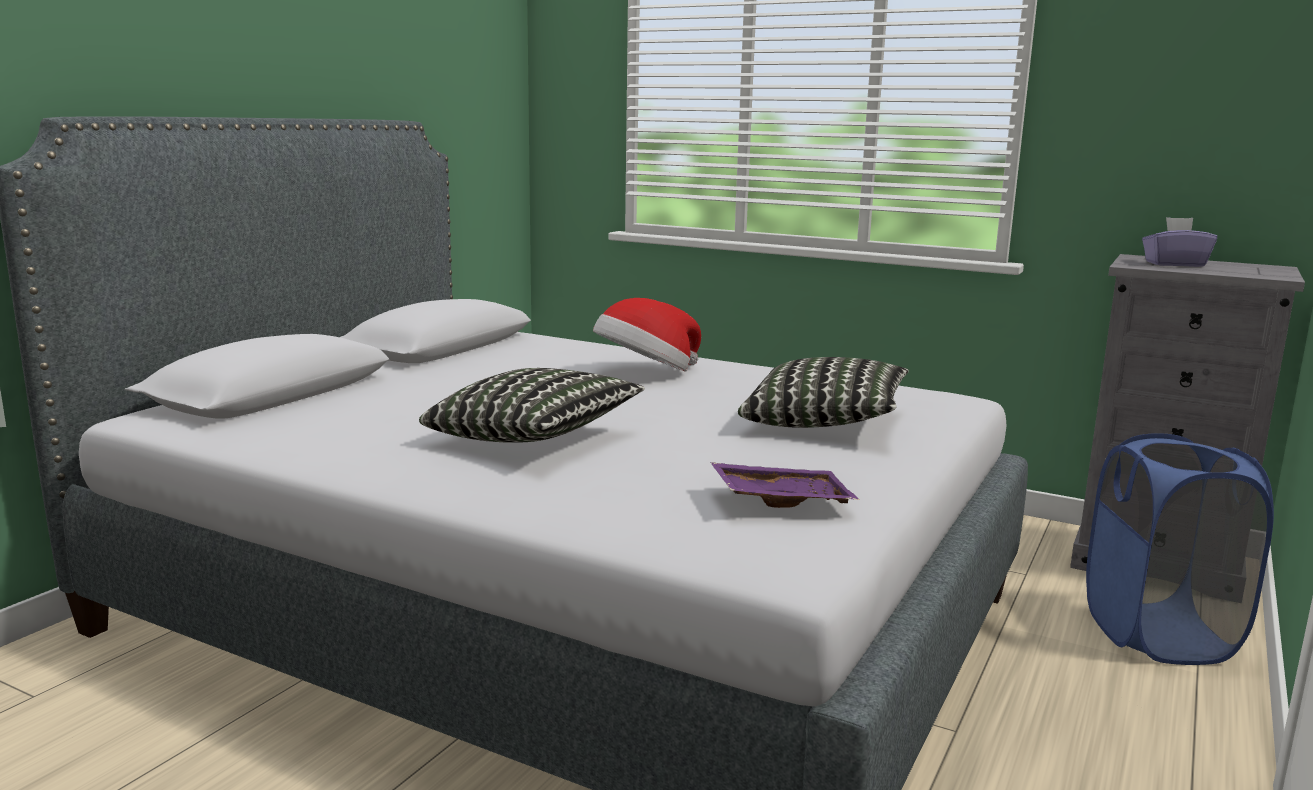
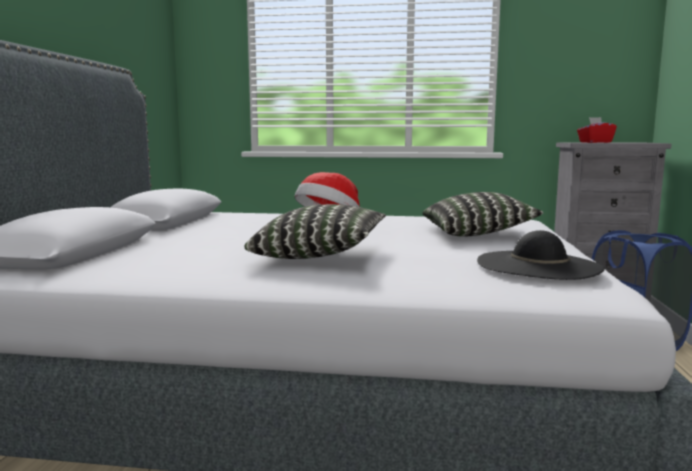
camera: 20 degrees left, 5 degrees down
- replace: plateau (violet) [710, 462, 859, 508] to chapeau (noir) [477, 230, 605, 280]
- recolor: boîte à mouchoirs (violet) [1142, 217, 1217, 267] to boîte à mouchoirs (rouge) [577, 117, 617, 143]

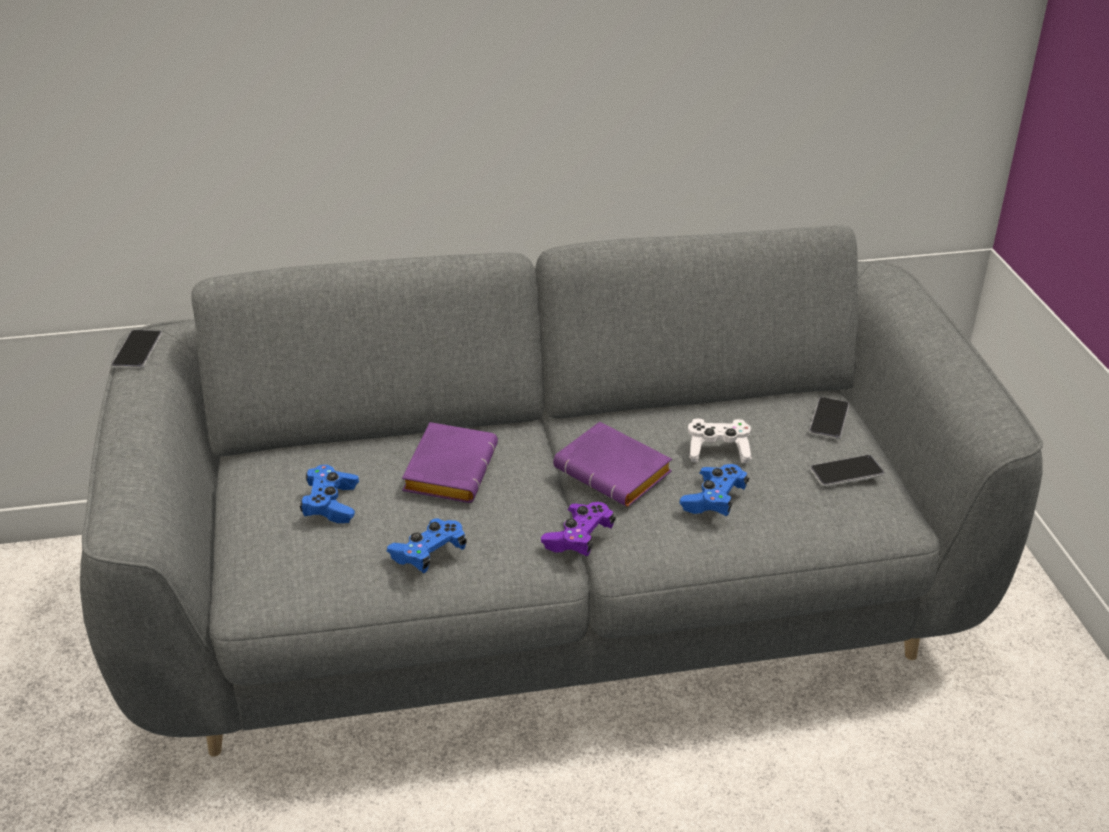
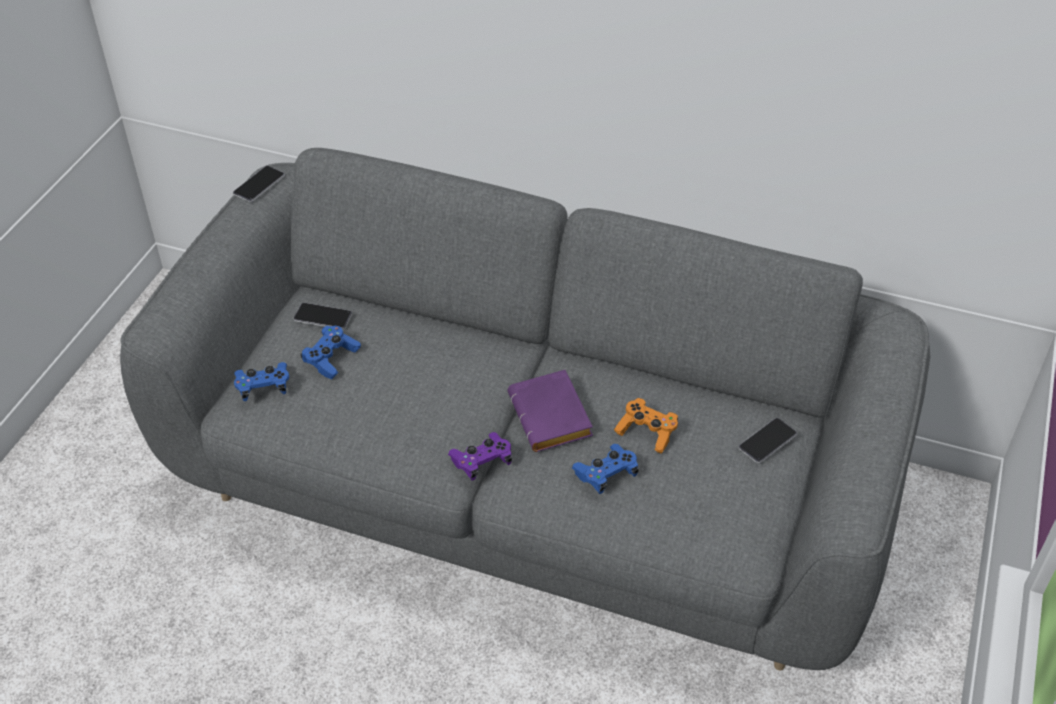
camera: 30 degrees right, 10 degrees up
- move: manette (bleu) [387, 518, 467, 573] to [234, 362, 289, 401]
- delete: livre (violet) [402, 422, 498, 503]
- recolor: manette (blanc) [688, 419, 752, 463] to manette (orange) [614, 398, 678, 454]
- move: téléphone [810, 455, 884, 487] to [293, 303, 352, 330]

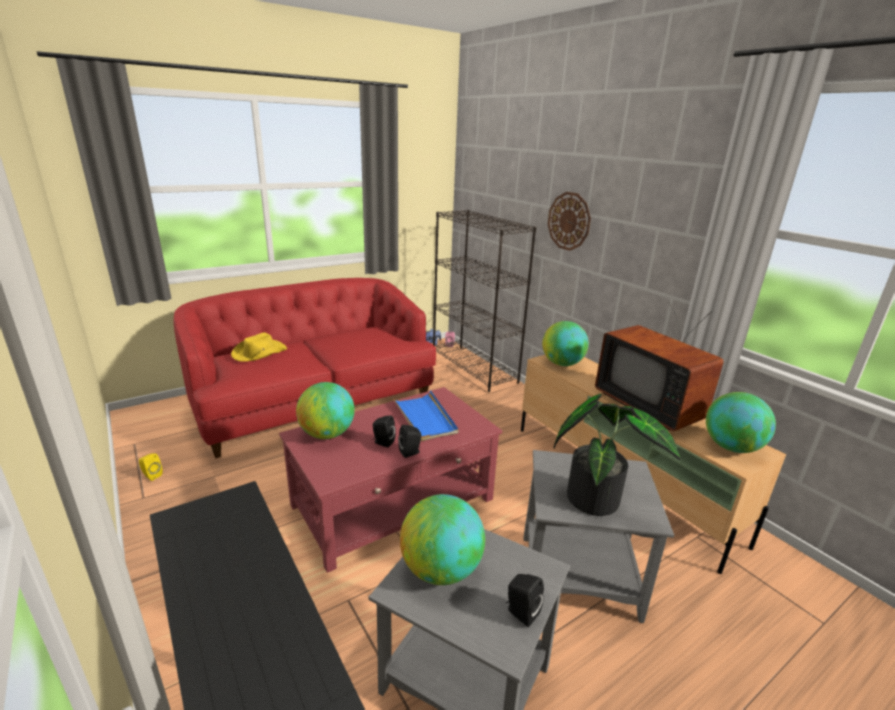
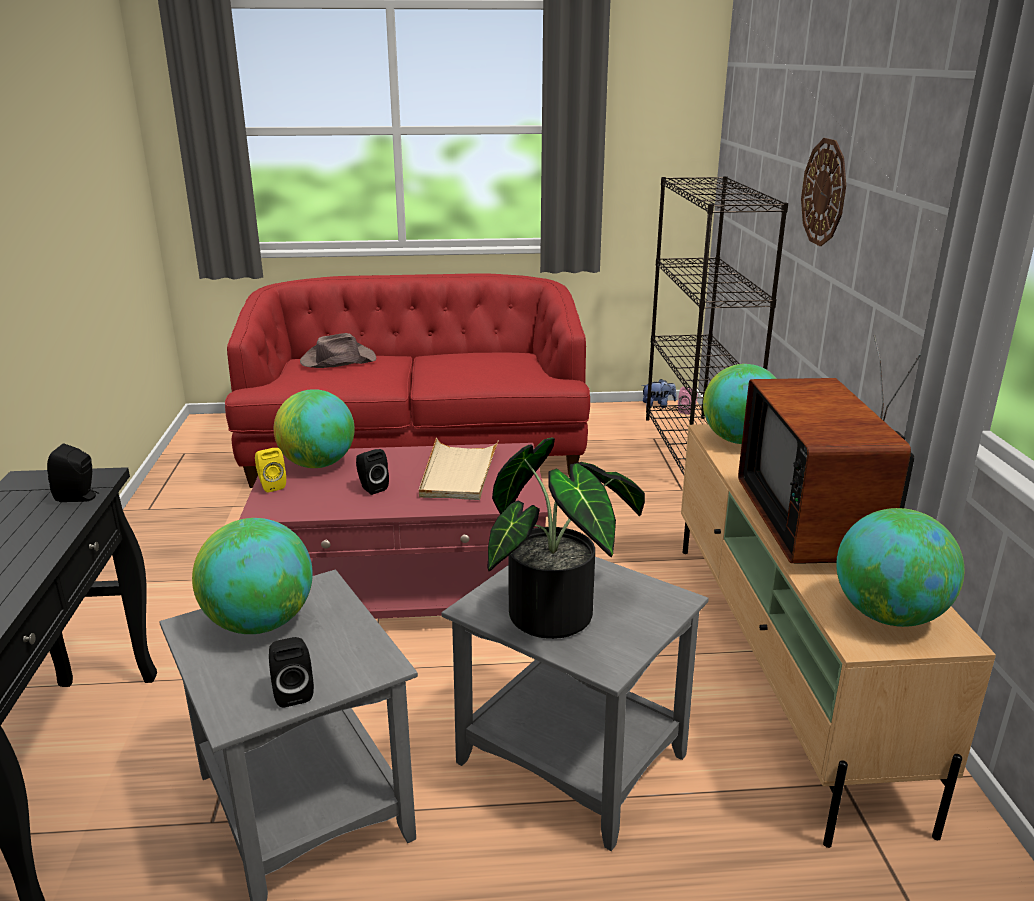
camera: 30 degrees right, 0 degrees up
- move: enceinte (jaune) [139, 454, 163, 481] to [255, 448, 286, 493]
- recolor: chapeau (jaune) [231, 332, 287, 362] to chapeau (marron) [300, 333, 376, 368]
- recolor: plateau (bleu) [392, 391, 458, 441] to plateau (beige) [419, 438, 499, 500]
- move: enceinte (noir) [398, 425, 421, 458] to [47, 443, 99, 502]

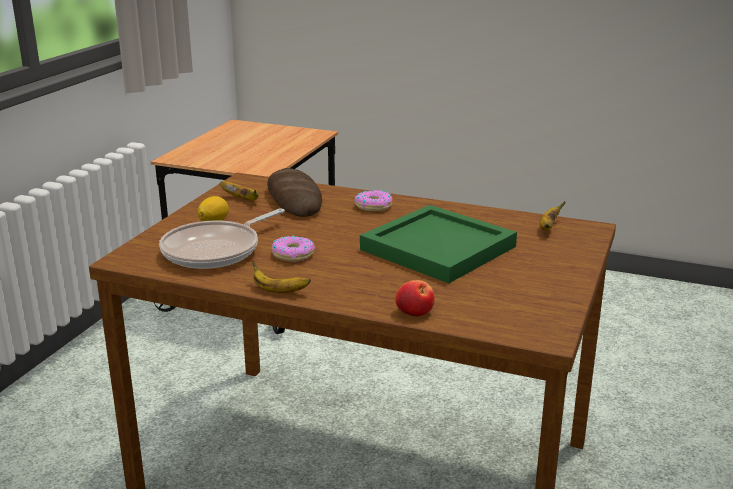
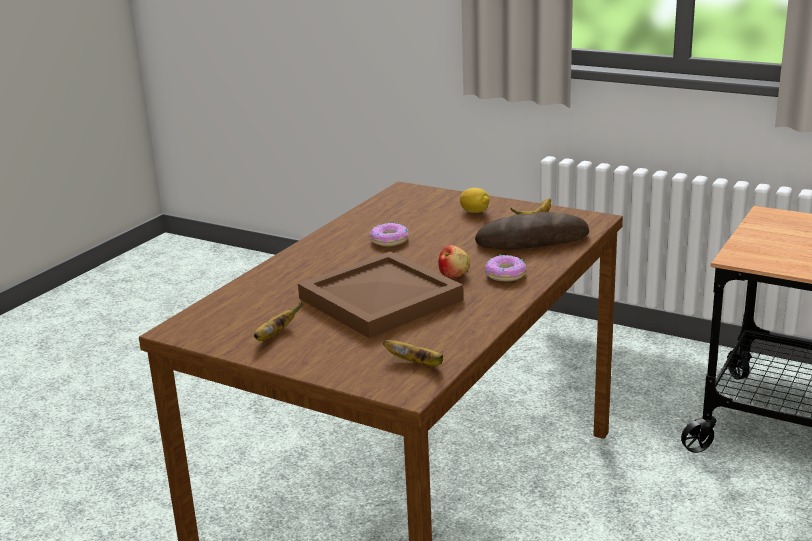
camera: 100 degrees right, 0 degrees up
- delete: poêle [159, 208, 285, 269]
- move: banane [252, 261, 311, 293] to [254, 303, 303, 341]
- recolor: plateau (vert) [360, 205, 517, 283] to plateau (marron) [298, 251, 464, 338]
- move: pomme [395, 280, 434, 316] to [438, 245, 470, 278]

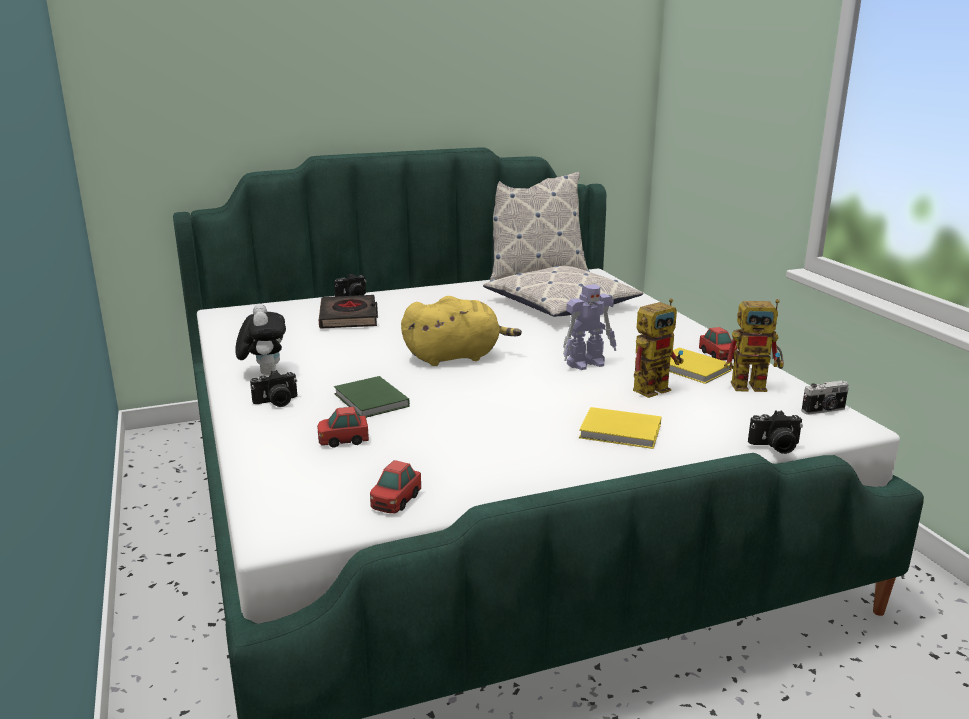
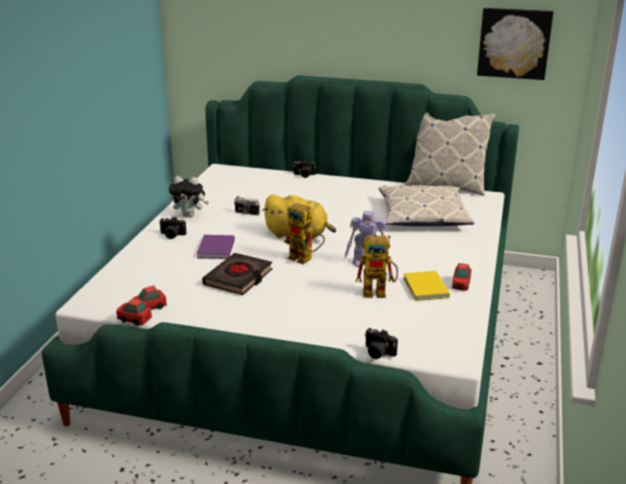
camera: 35 degrees right, 5 degrees up
- rotate: peluche [235, 304, 286, 375] = [169, 176, 209, 217] 75 degrees clockwise
- move: petite voiture [317, 407, 369, 448] to [116, 298, 152, 326]
- move: livre (noir) [319, 295, 378, 329] to [202, 253, 273, 295]
- recolor: livre (vert) [334, 376, 410, 418] to livre (violet) [196, 235, 235, 259]
- delete: livre (jaune) [579, 407, 661, 449]
- move: robot jouet [724, 299, 784, 392] to [284, 203, 325, 264]
- move: appareil photo [801, 380, 849, 415] to [234, 196, 260, 216]
- insert: tableau [477, 8, 553, 80]

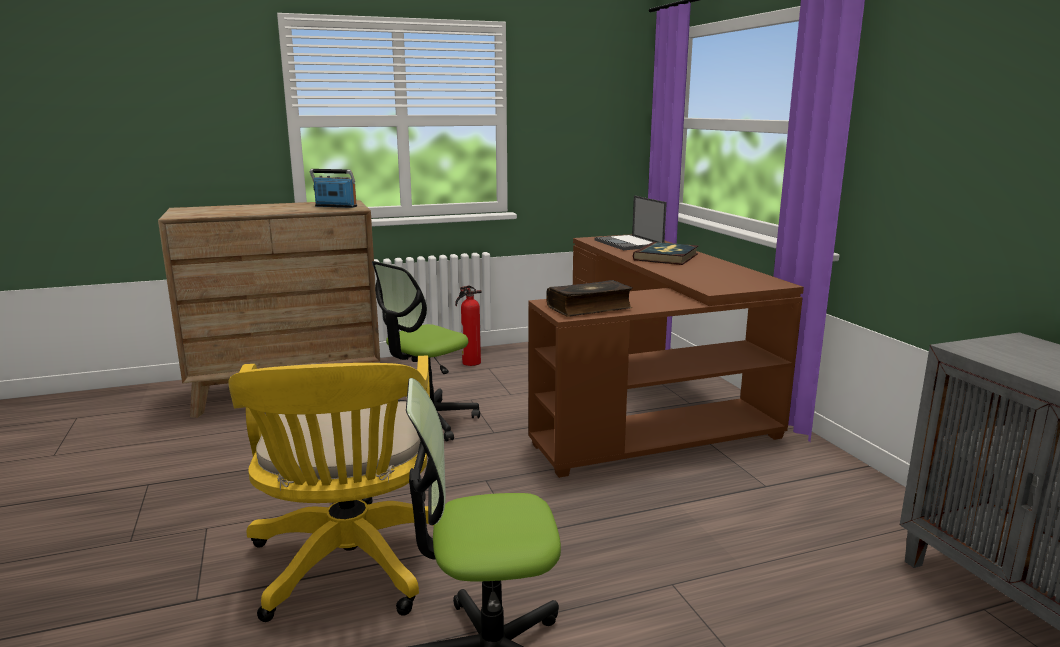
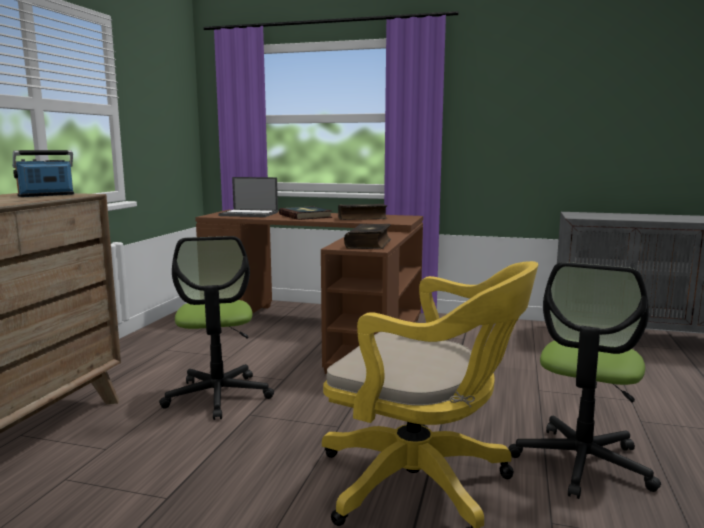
camera: 55 degrees left, 5 degrees down
- delete: extincteur [455, 285, 482, 366]
- insert: livre [338, 204, 387, 220]

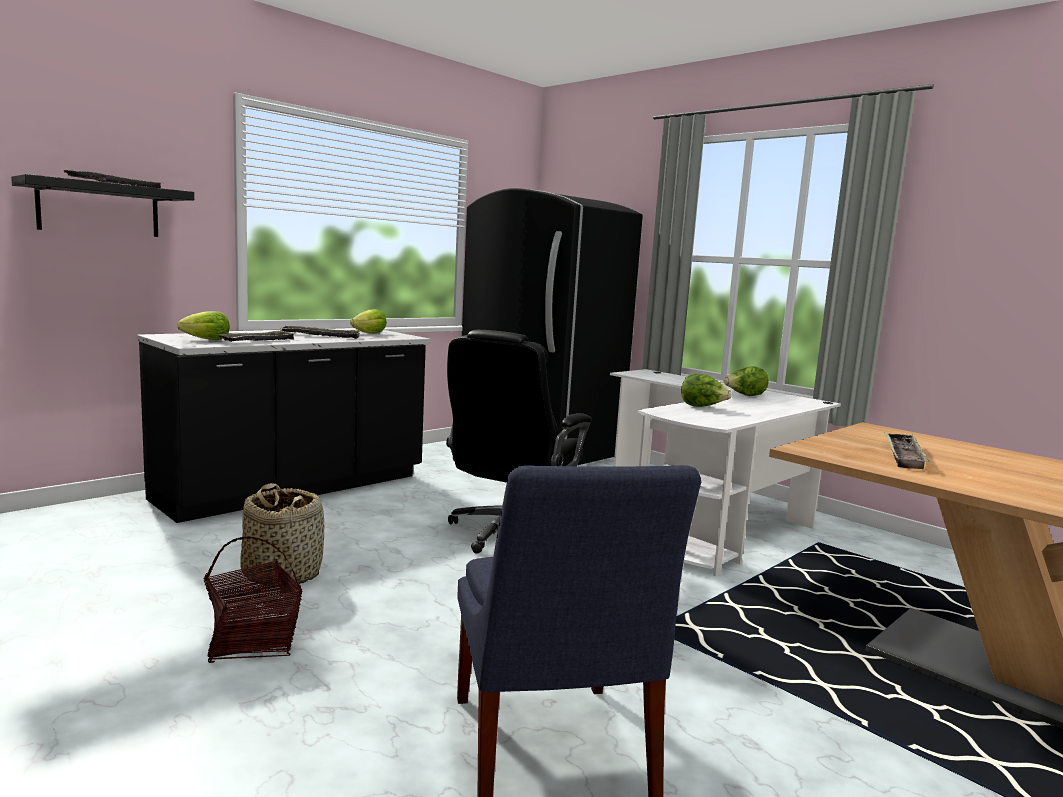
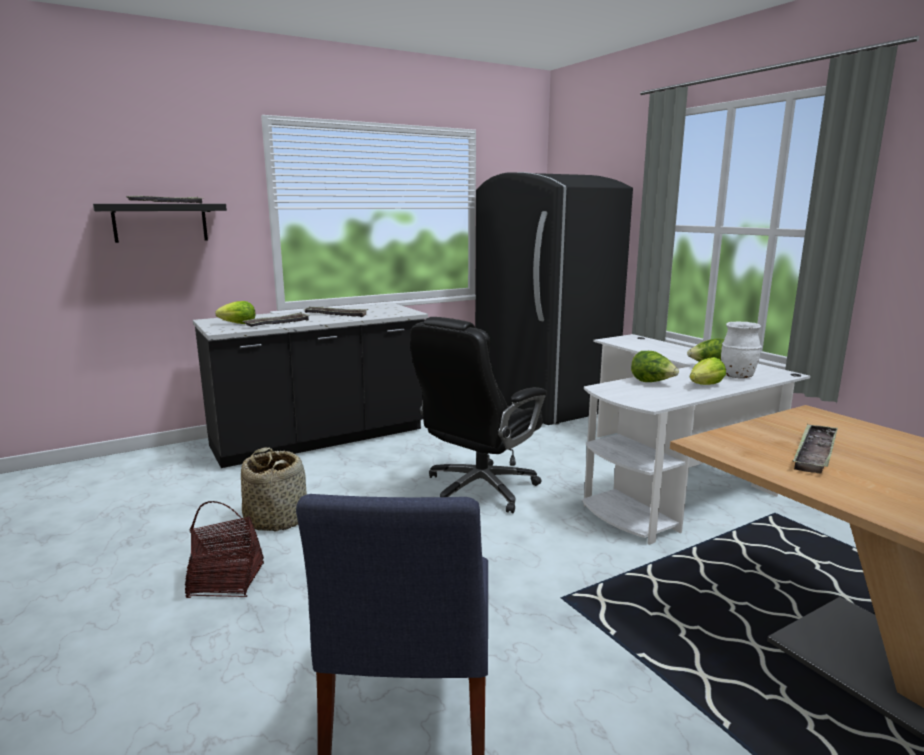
camera: 15 degrees right, 5 degrees up
- move: laitue [350, 309, 387, 333] to [690, 357, 726, 385]
- insert: vase (blanc) [721, 321, 762, 378]

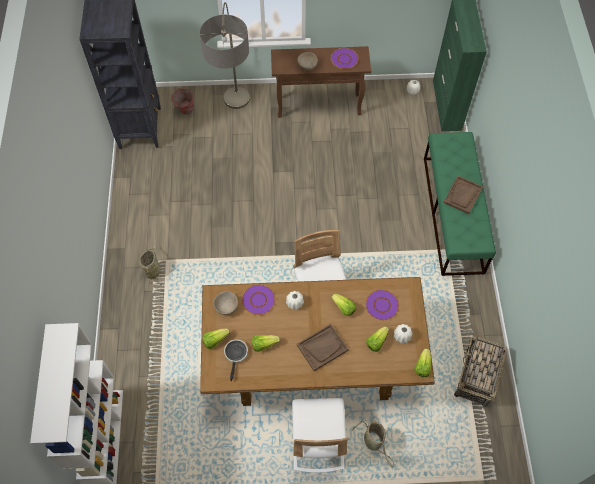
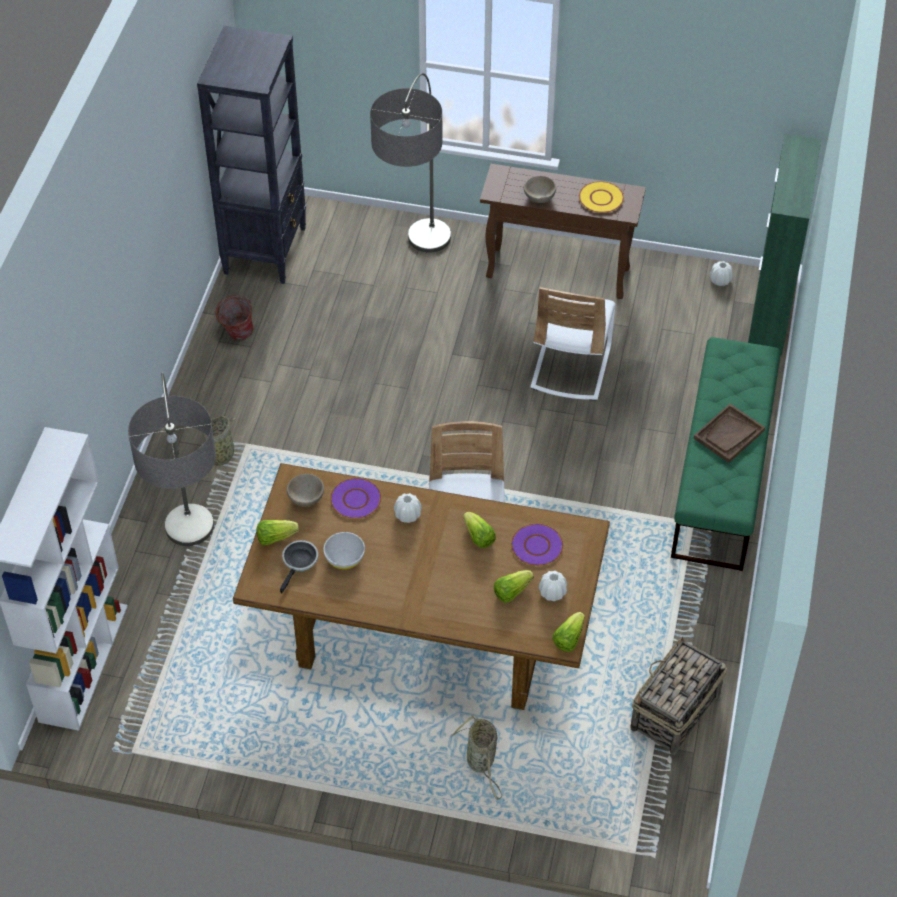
camera: 15 degrees right, 10 degrees down
- move: seau [171, 87, 194, 114] to [214, 295, 253, 340]
- replace: laitue [252, 335, 280, 352] to bol (blanc) [323, 532, 365, 569]
- move: chaise (blanc) [292, 398, 348, 473] to [530, 287, 616, 401]
- delete: plateau (marron) [297, 324, 349, 371]
- recolor: assiette (violet) [331, 48, 359, 69] to assiette (jaune) [579, 181, 624, 213]
- insert: lampadaire [128, 372, 216, 546]

